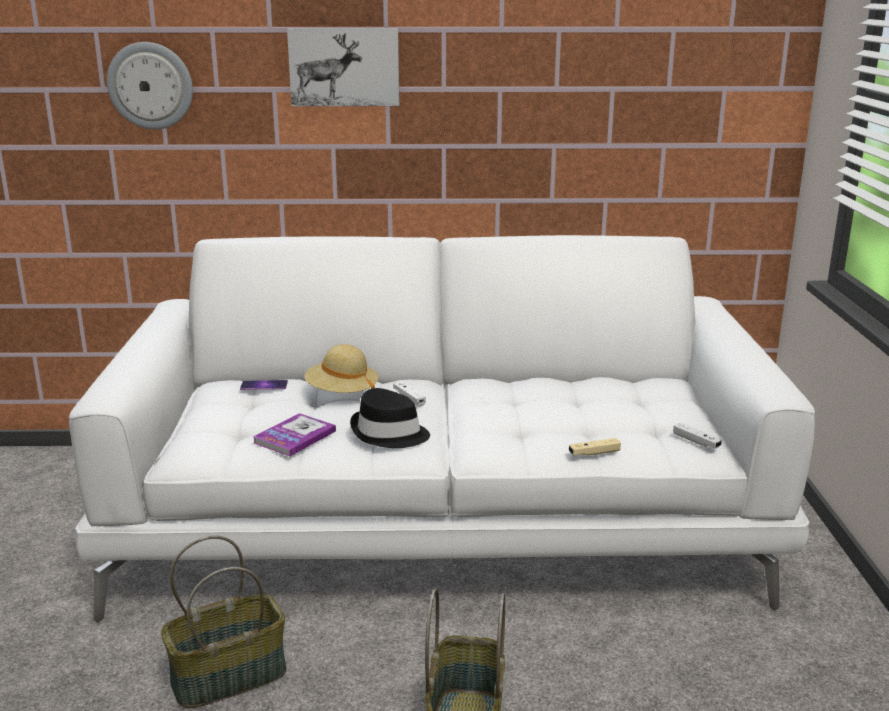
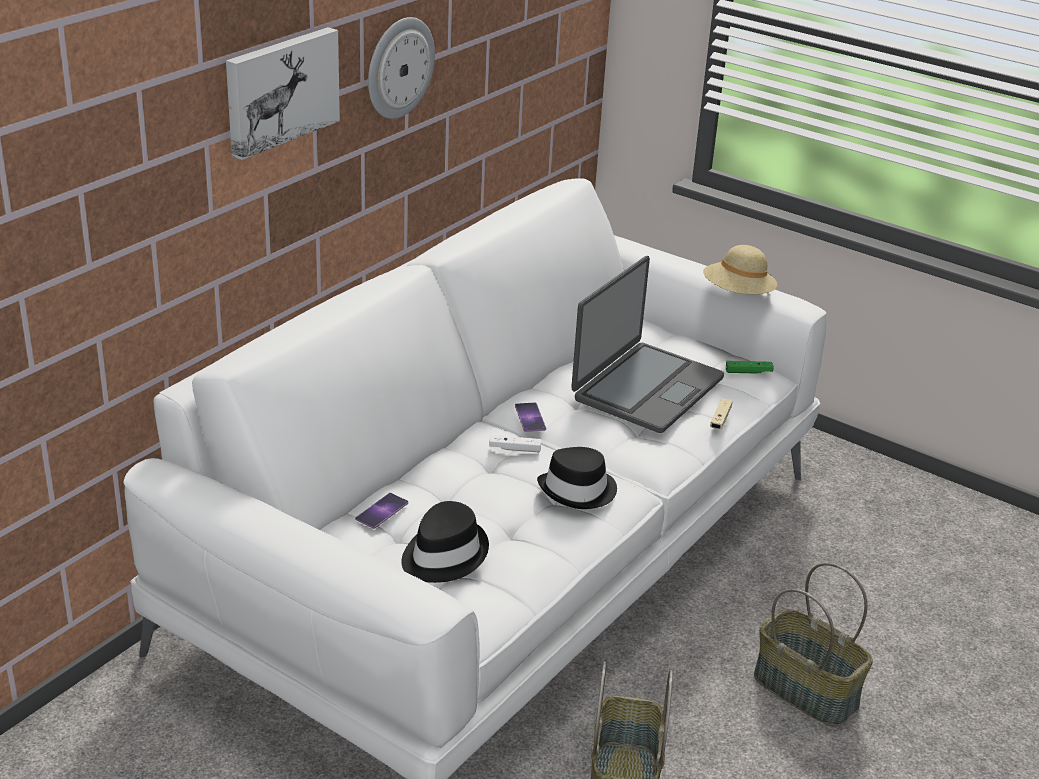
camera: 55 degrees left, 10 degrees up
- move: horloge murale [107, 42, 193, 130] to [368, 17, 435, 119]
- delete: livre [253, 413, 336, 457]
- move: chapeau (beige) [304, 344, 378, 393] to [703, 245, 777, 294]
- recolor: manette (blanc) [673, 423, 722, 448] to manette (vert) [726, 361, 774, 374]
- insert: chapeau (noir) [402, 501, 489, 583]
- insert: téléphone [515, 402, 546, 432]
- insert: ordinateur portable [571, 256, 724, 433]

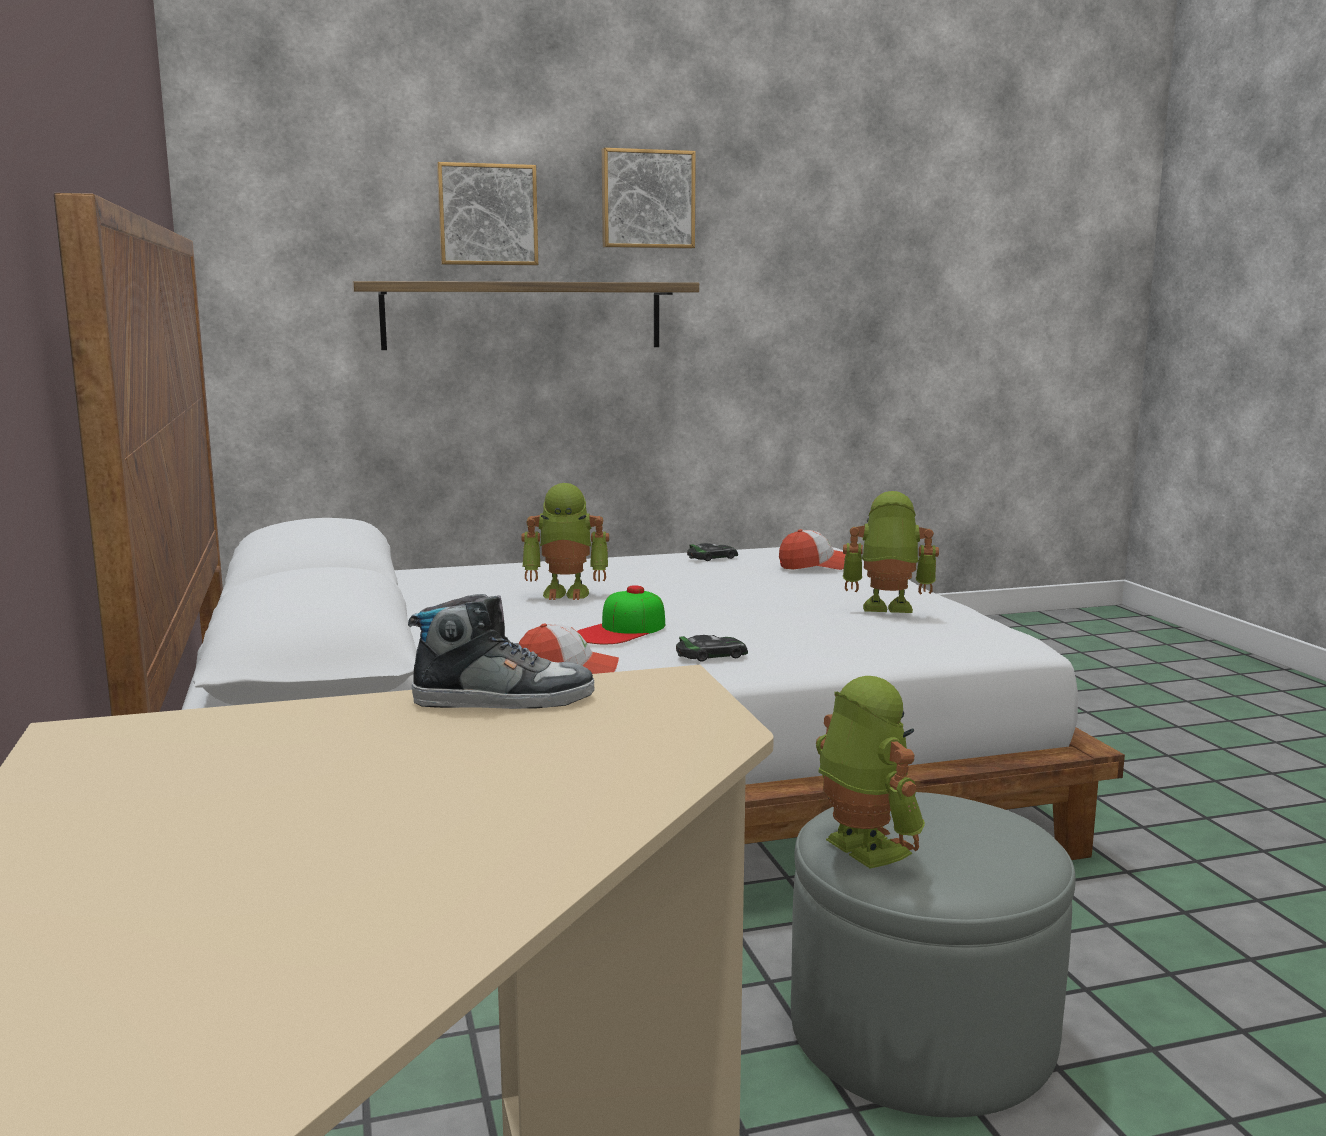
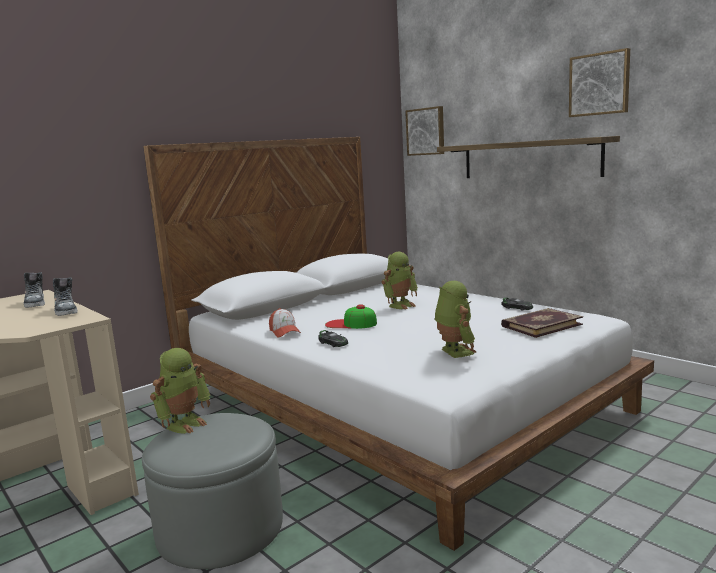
camera: 65 degrees right, 0 degrees up
- move: tableau [437, 162, 538, 266] to [405, 106, 444, 156]
- rotate: robot jouet [521, 483, 609, 600] = [382, 252, 418, 309] 105 degrees counterclockwise
- replace: casquette [779, 529, 846, 570] to livre [501, 308, 583, 338]
- insert: chaussure [24, 272, 45, 308]

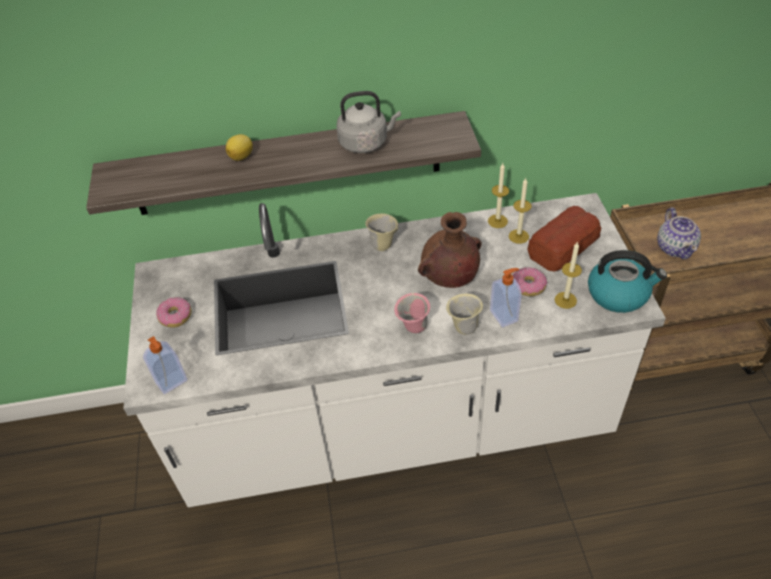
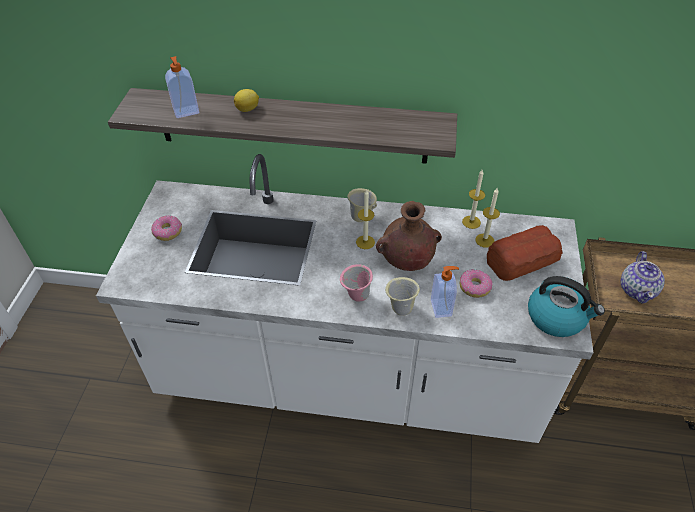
camera: 15 degrees right, 0 degrees up
- move: distributeur de savon [143, 336, 187, 394] to [165, 56, 199, 118]
- delete: bouilloire (gris) [337, 91, 401, 153]
- move: bougie [555, 241, 582, 309] to [356, 190, 375, 249]

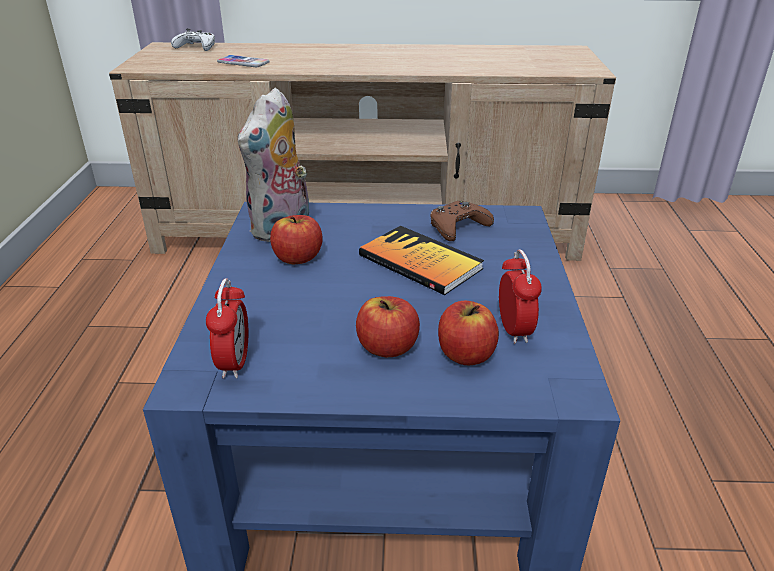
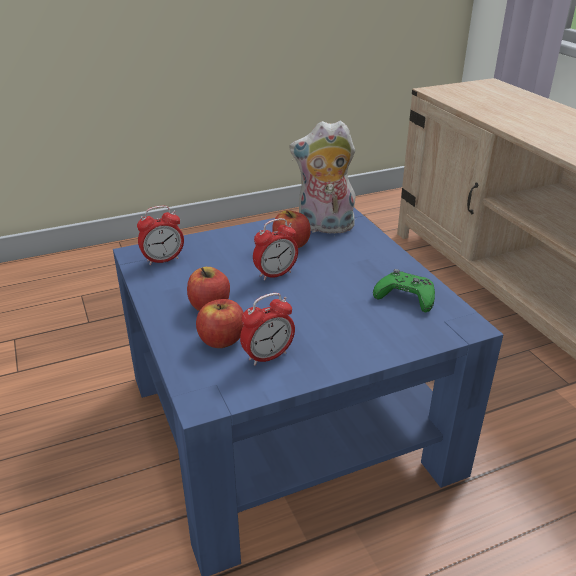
camera: 65 degrees right, 0 degrees up
- delete: manette (blanc) [171, 29, 215, 51]
- delete: téléphone [217, 55, 270, 67]
- delete: livre [359, 226, 484, 295]
- recolor: manette (marron) [430, 201, 494, 241] to manette (vert) [373, 269, 435, 312]
- insert: réveil [253, 218, 298, 281]

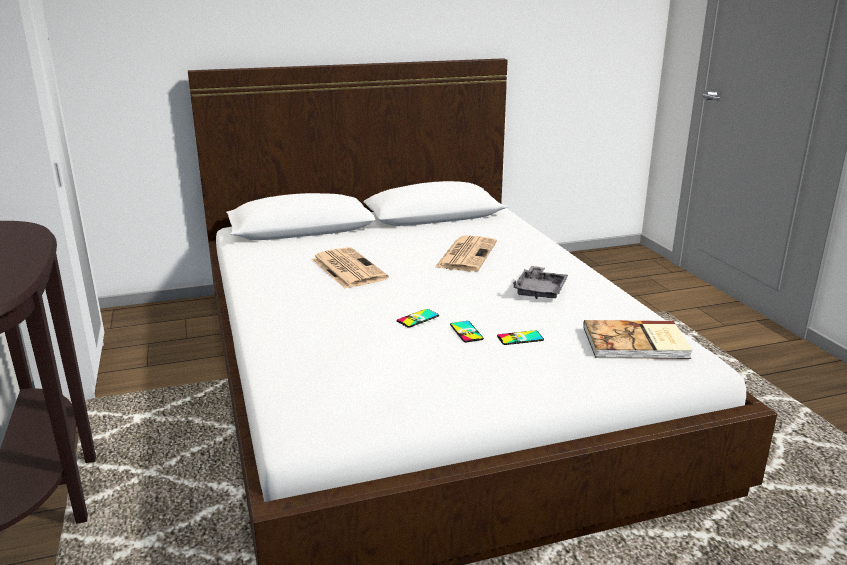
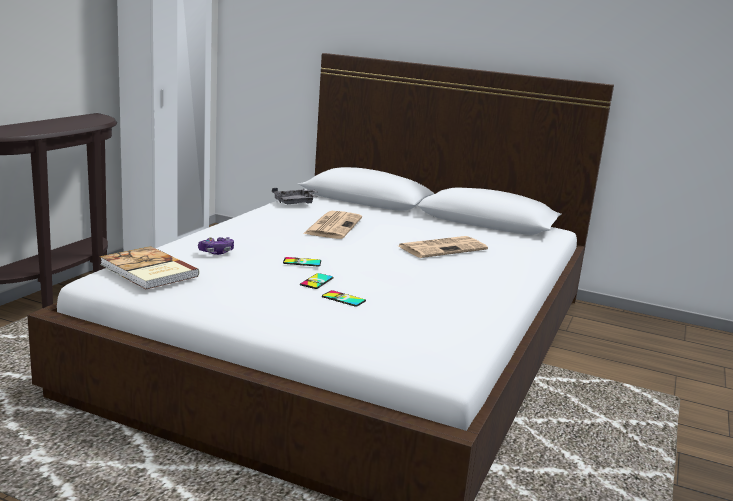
camera: 40 degrees right, 5 degrees down
- move: plateau (gris) [513, 266, 568, 299] to [272, 188, 317, 204]
- move: livre [583, 320, 693, 359] to [100, 246, 199, 289]
- insert: manette [198, 237, 234, 255]

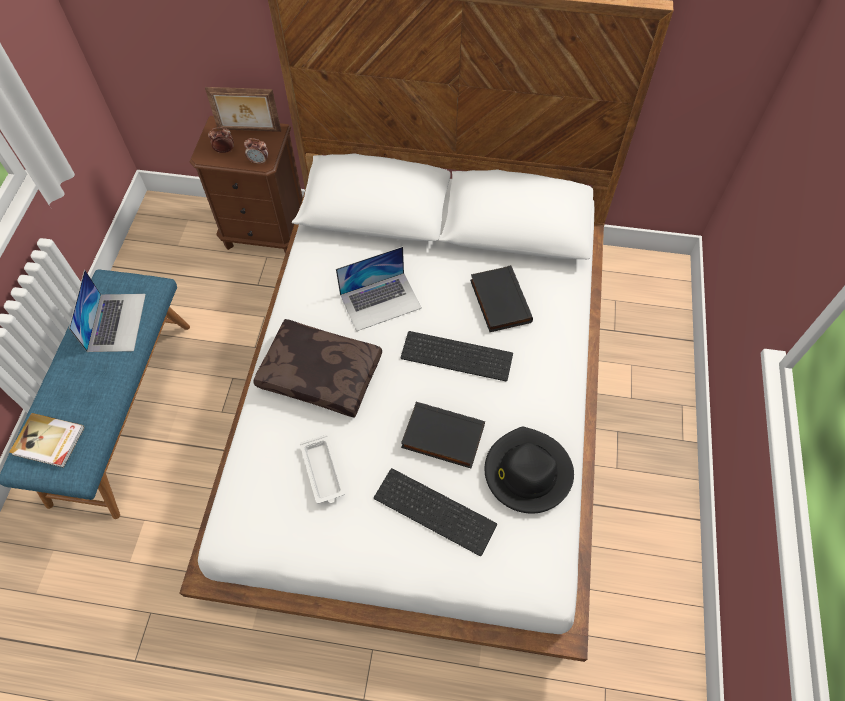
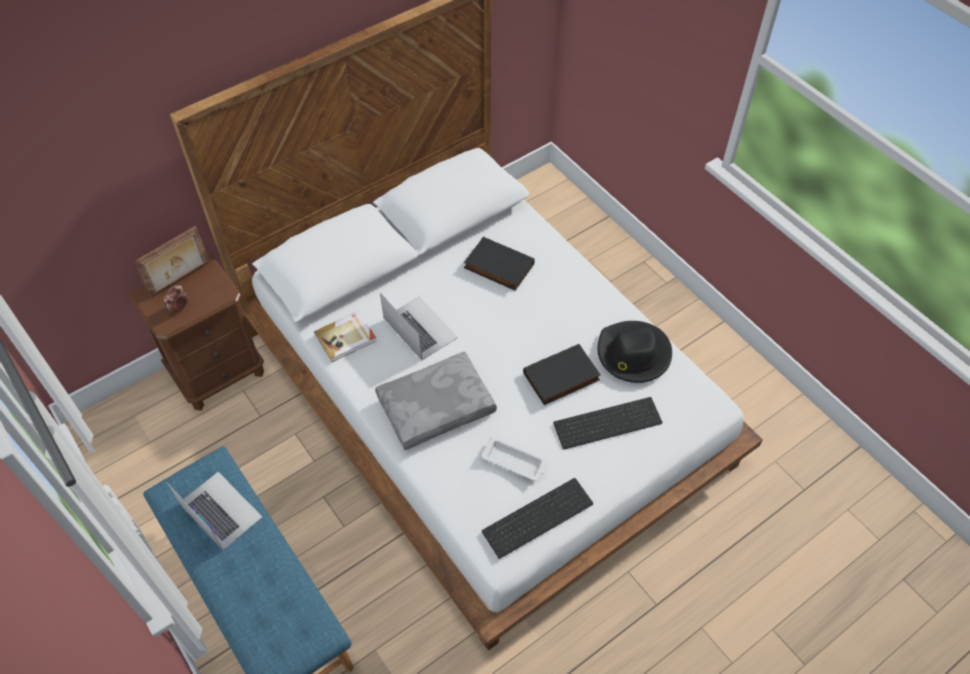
camera: 45 degrees left, 5 degrees down
- move: livre [9, 413, 85, 468] to [314, 311, 377, 362]
- delete: réveil [244, 138, 269, 165]
- recolor: coussin (marron) [253, 319, 382, 418] to coussin (gris) [375, 352, 497, 450]
- rotate: ordinateur portable [336, 246, 422, 331] = [380, 293, 458, 360] 60 degrees counterclockwise
- move: clavier [401, 331, 513, 381] to [482, 478, 593, 559]

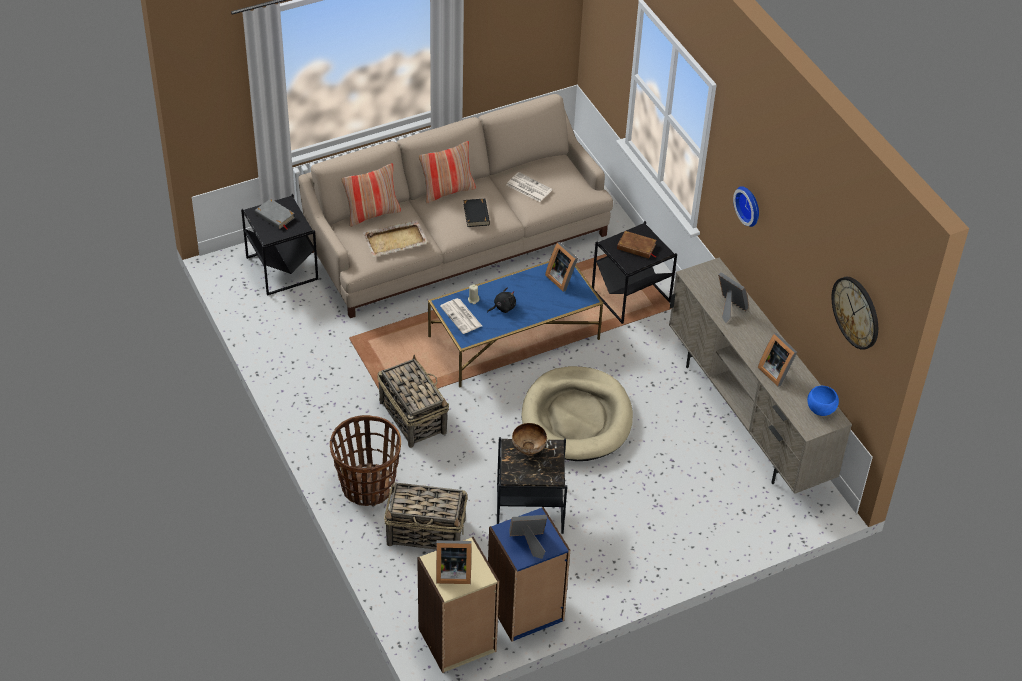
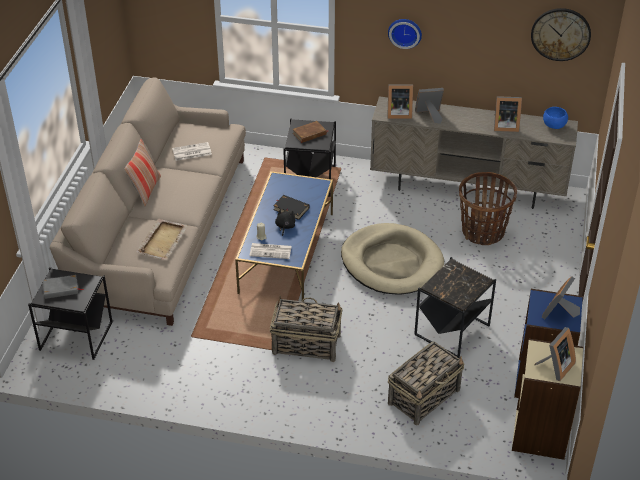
camera: 50 degrees left, 5 degrees down
- move: panier [330, 415, 401, 506] to [459, 172, 517, 245]
- delete: coussin [342, 163, 401, 227]
- move: livre (noir) [463, 198, 490, 227] to [273, 195, 309, 220]
- delete: bol [512, 423, 547, 455]
- move: cadre photo [545, 242, 578, 292] to [387, 84, 413, 119]

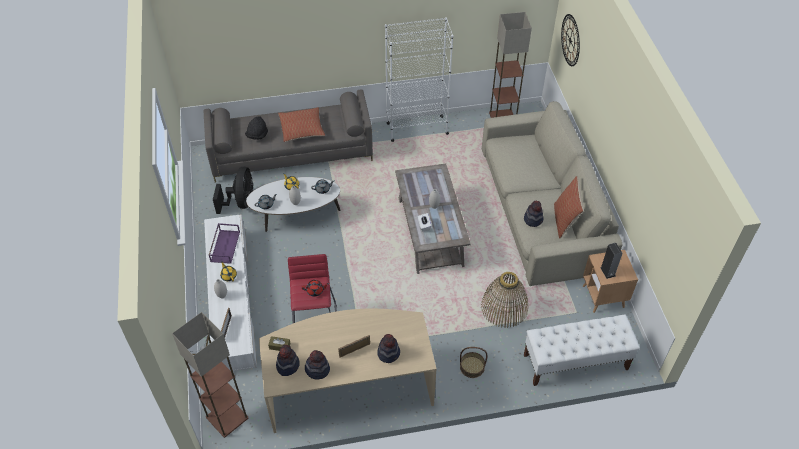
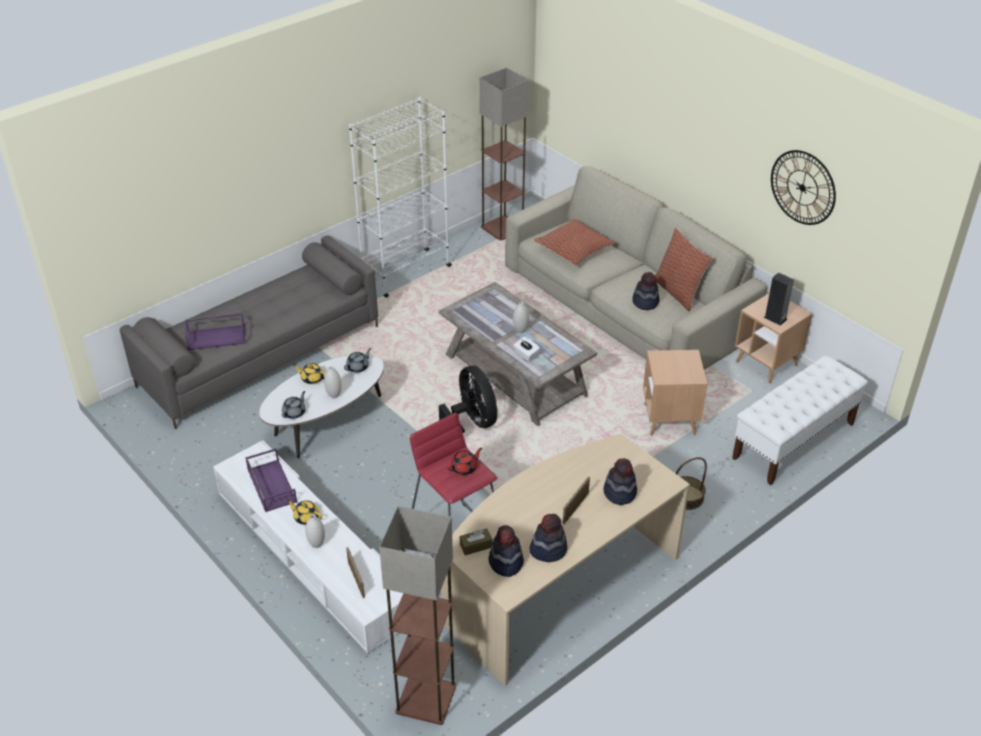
camera: 30 degrees left, 10 degrees down
- move: ventilateur (noir) [213, 167, 253, 214] to [439, 366, 497, 433]
- replace: chapeau (noir) [245, 116, 268, 140] to plateau (violet) [185, 313, 246, 350]
- move: coussin [278, 107, 325, 142] to [534, 219, 615, 266]
- replace: panier [481, 272, 528, 328] to table d'appoint (marron) [643, 350, 707, 436]
- move: horloge murale [561, 14, 580, 66] to [771, 150, 836, 225]

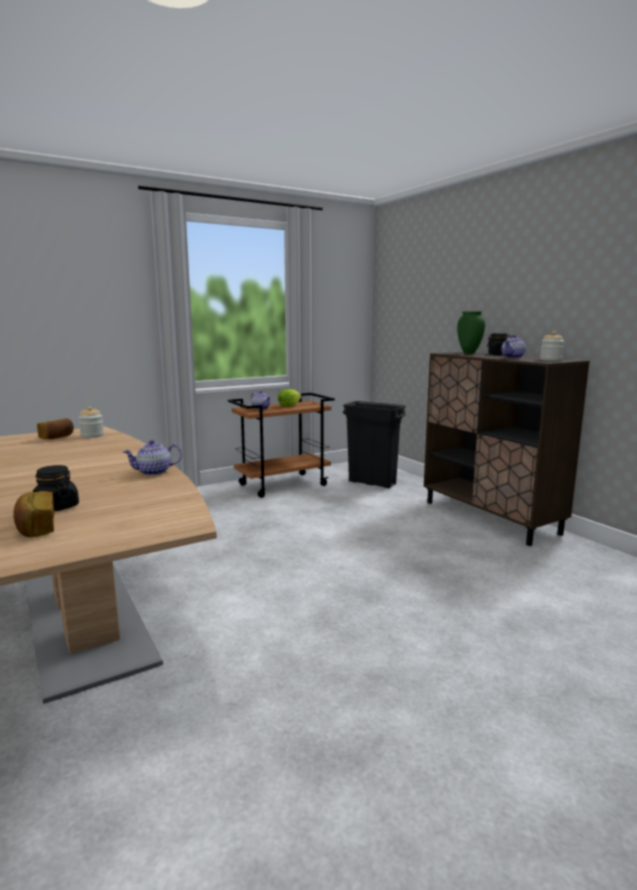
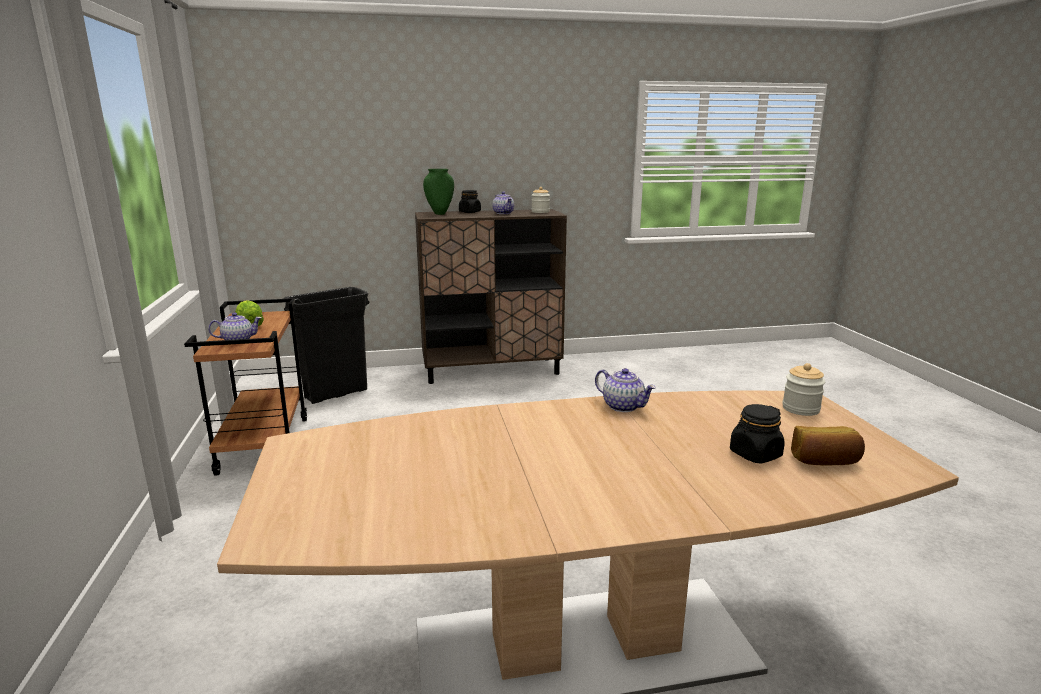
camera: 70 degrees left, 5 degrees up
- delete: pain [37, 418, 74, 439]
- move: bocal [78, 407, 104, 438] to [782, 363, 825, 416]
- rotate: théière [123, 440, 182, 475] = [595, 368, 656, 412] 45 degrees counterclockwise

